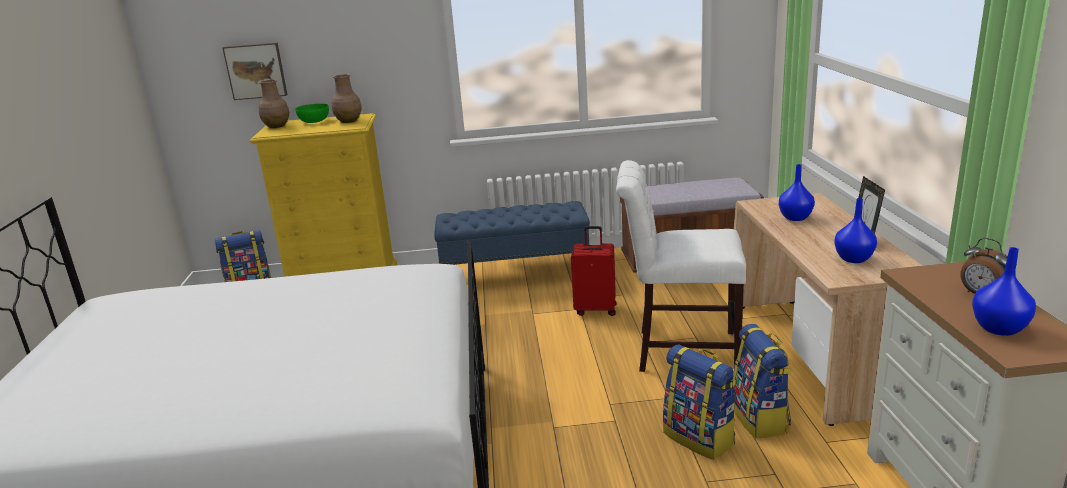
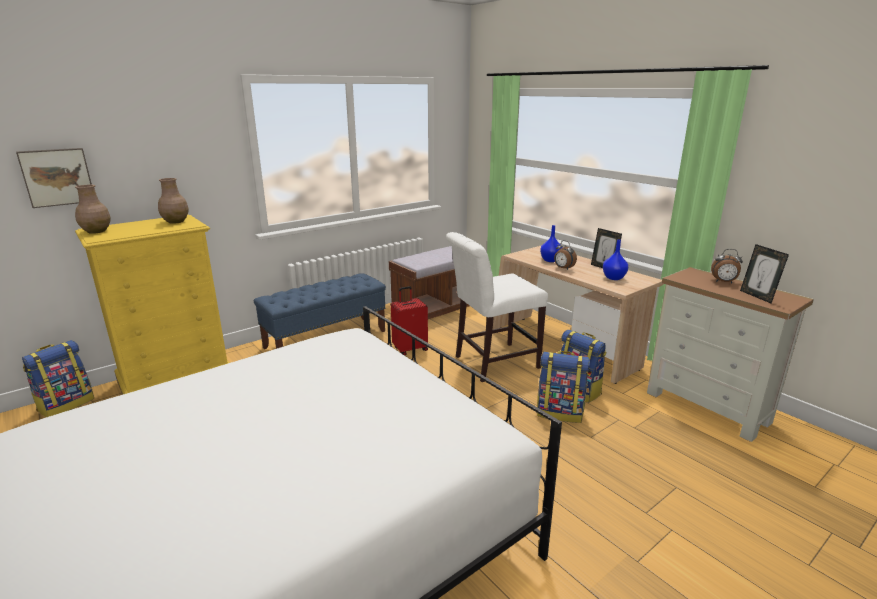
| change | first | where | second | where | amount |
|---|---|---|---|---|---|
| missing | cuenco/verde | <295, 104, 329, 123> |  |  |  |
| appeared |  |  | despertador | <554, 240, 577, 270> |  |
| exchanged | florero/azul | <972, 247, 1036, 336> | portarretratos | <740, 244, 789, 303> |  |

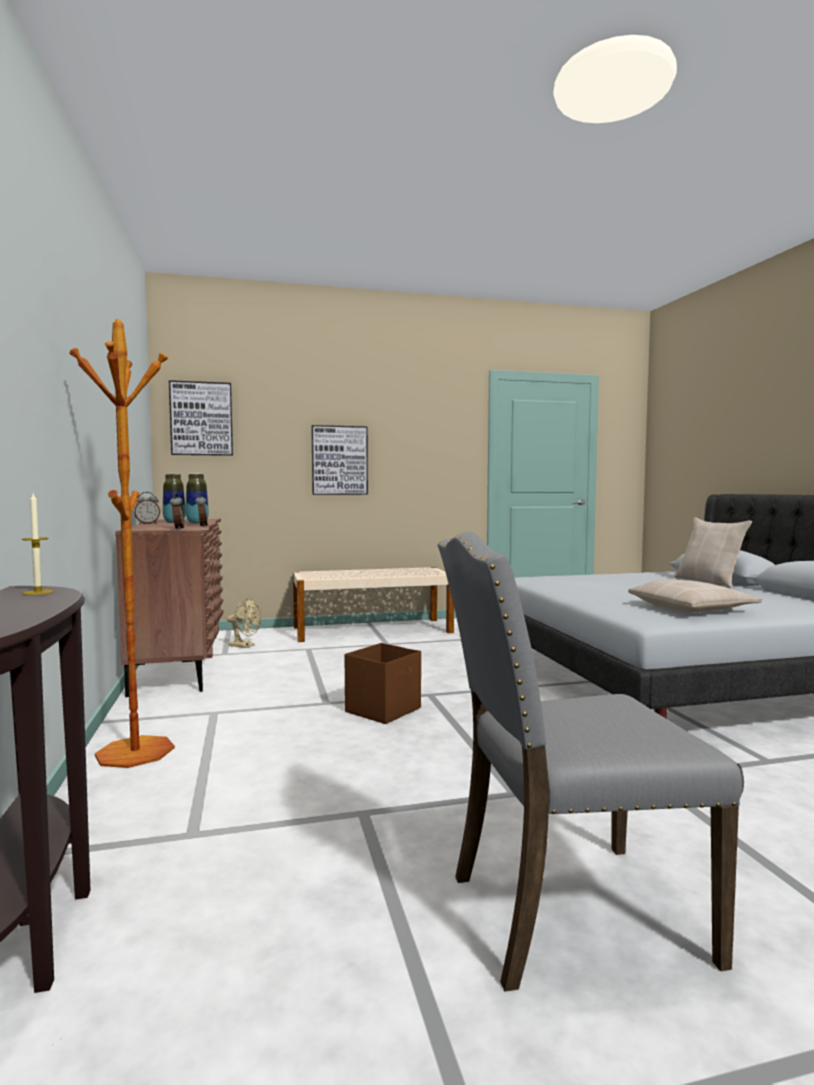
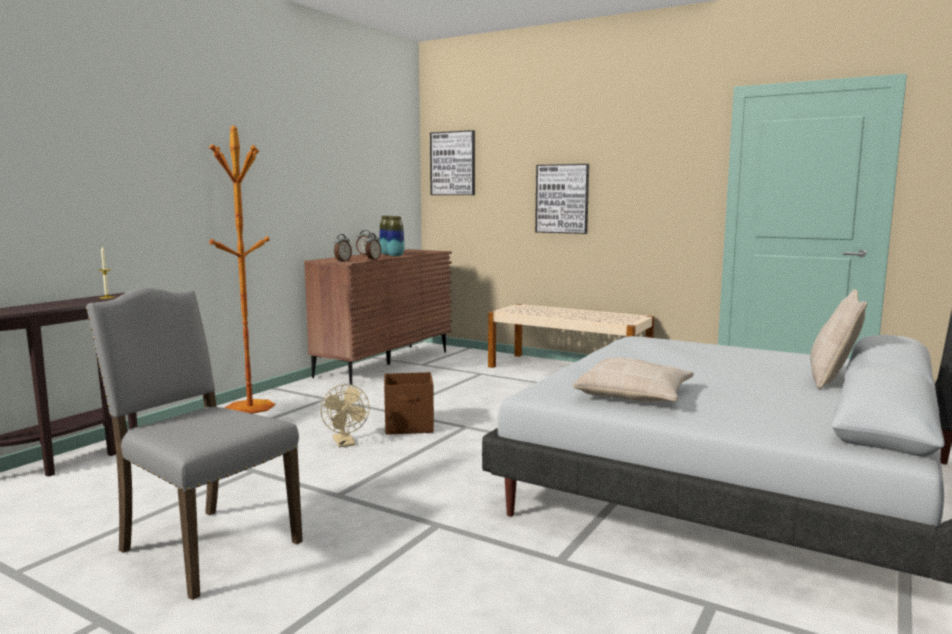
| change | first | where | second | where | amount |
|---|---|---|---|---|---|
| relocated | ventilador/beis | <227, 598, 262, 648> |  | <321, 384, 369, 447> |  |

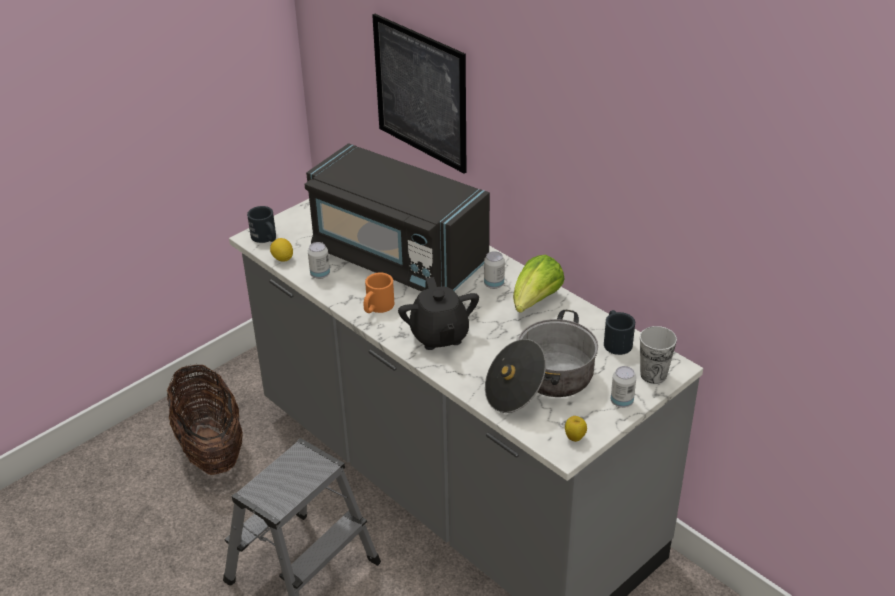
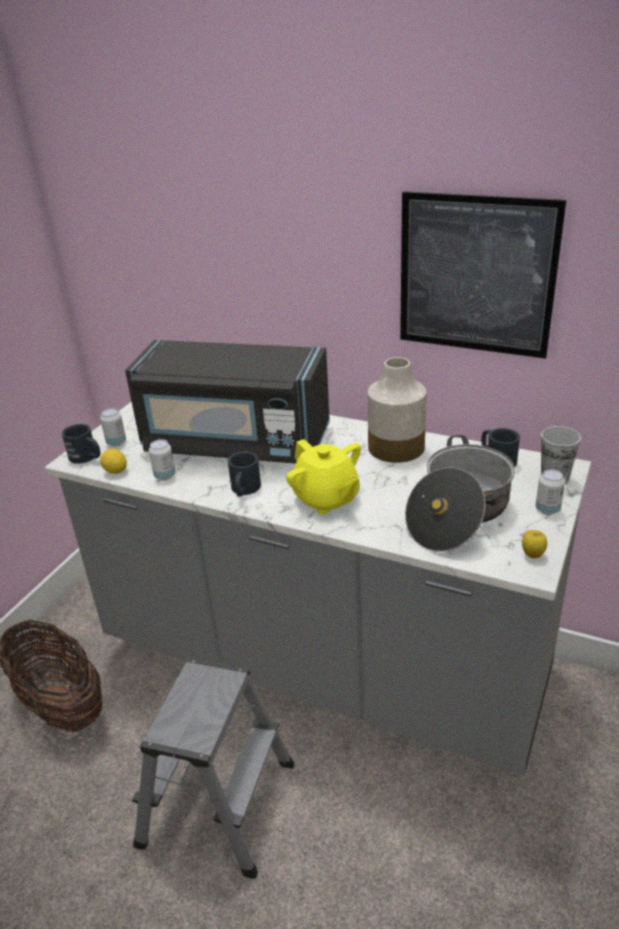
| change | first | where | second | where | amount |
|---|---|---|---|---|---|
| relocated | cuadro | <372, 14, 466, 174> |  | <400, 191, 567, 359> |  |
| relocated | lata | <484, 251, 505, 289> |  | <100, 408, 126, 446> |  |
| exchanged | lechuga | <513, 255, 565, 313> | florero/beis | <367, 357, 427, 463> |  |
| colour | taza grande/naranja | <364, 273, 394, 313> | taza grande/negro | <228, 451, 261, 497> |  |
| colour | tetera/negro | <398, 277, 479, 350> | tetera/amarillo | <286, 439, 361, 515> |  |

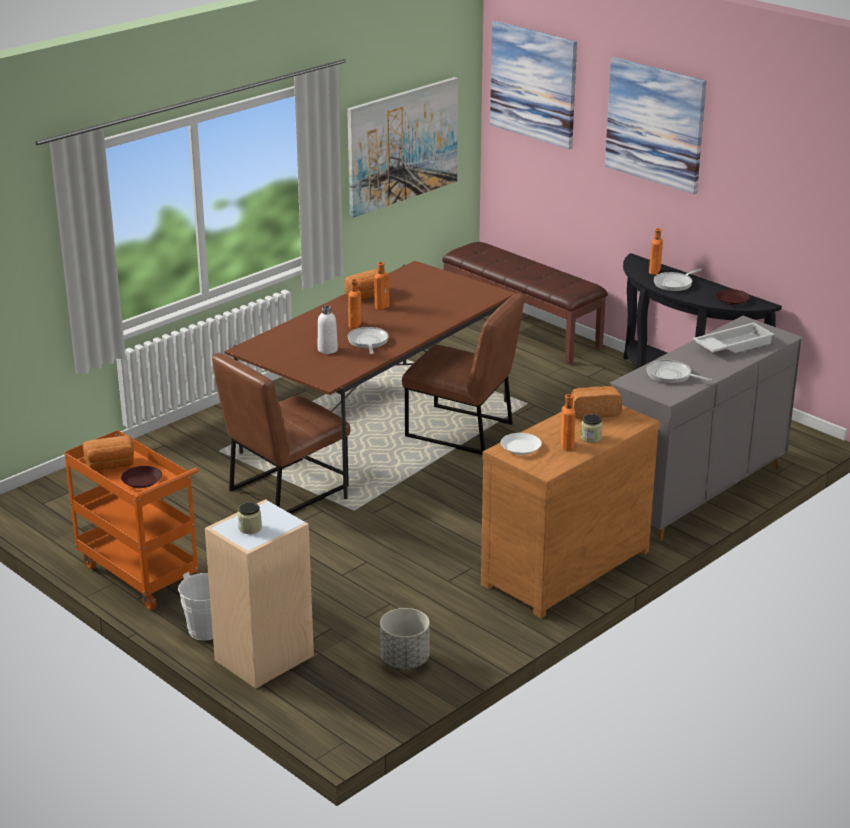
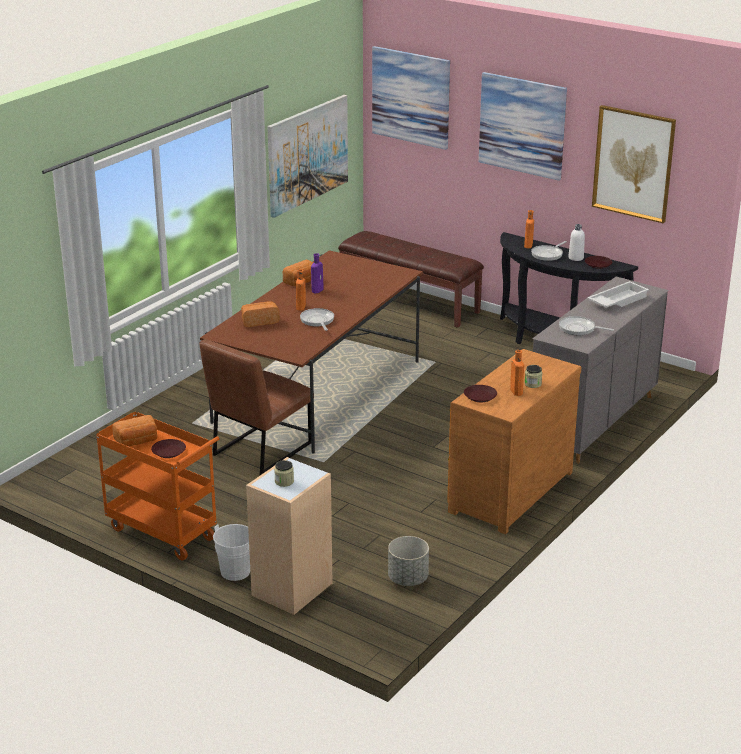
| change | first | where | second | where | amount |
|---|---|---|---|---|---|
| missing | silla/marrón | <402, 293, 525, 455> |  |  |  |
| appeared |  |  | cuadro | <592, 105, 676, 223> |  |
| relocated | botella/blanco | <318, 306, 338, 354> |  | <568, 224, 585, 261> |  |
| relocated | pan | <572, 386, 622, 419> |  | <241, 301, 280, 327> |  |
| colour | botella/naranja | <374, 262, 390, 310> | botella/morado | <311, 253, 324, 293> |  |
| colour | plato/blanco | <501, 433, 542, 455> | plato/marrón | <464, 385, 497, 402> |  |

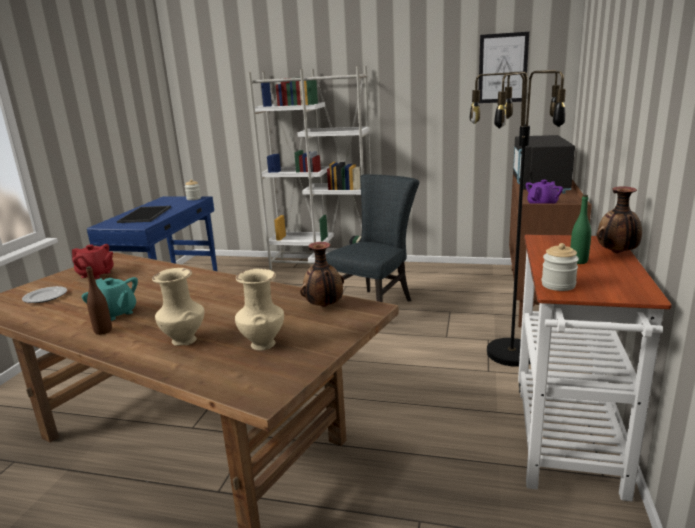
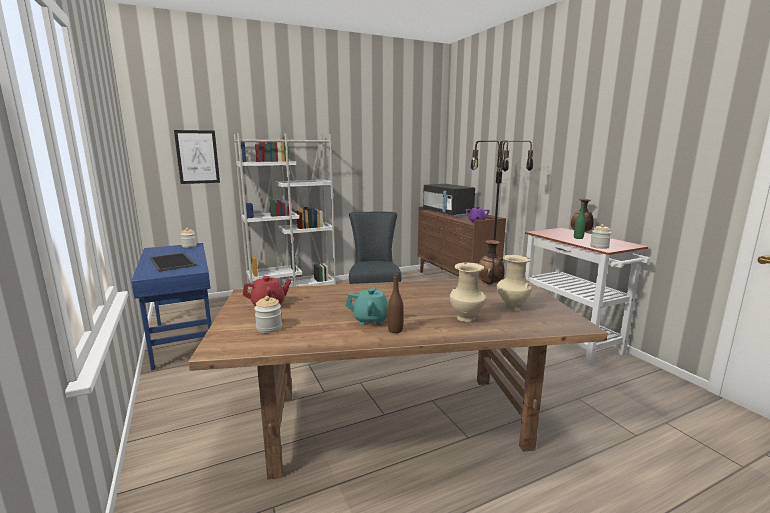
| change | first | where | second | where | amount |
|---|---|---|---|---|---|
| relocated | cuadro | <479, 32, 529, 103> |  | <174, 130, 220, 184> |  |
| exchanged | plato | <22, 286, 67, 303> | tarro | <254, 296, 282, 333> |  |

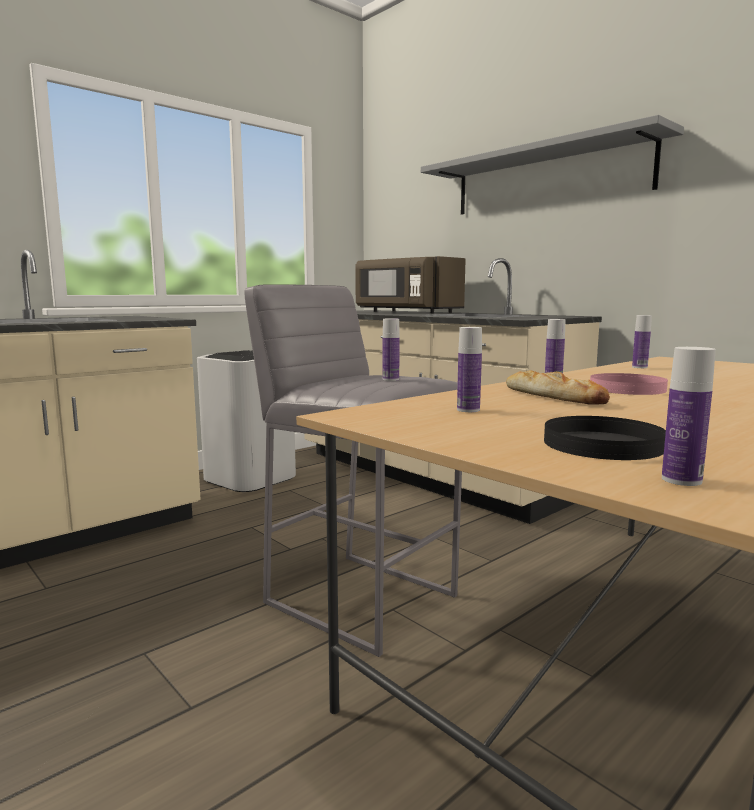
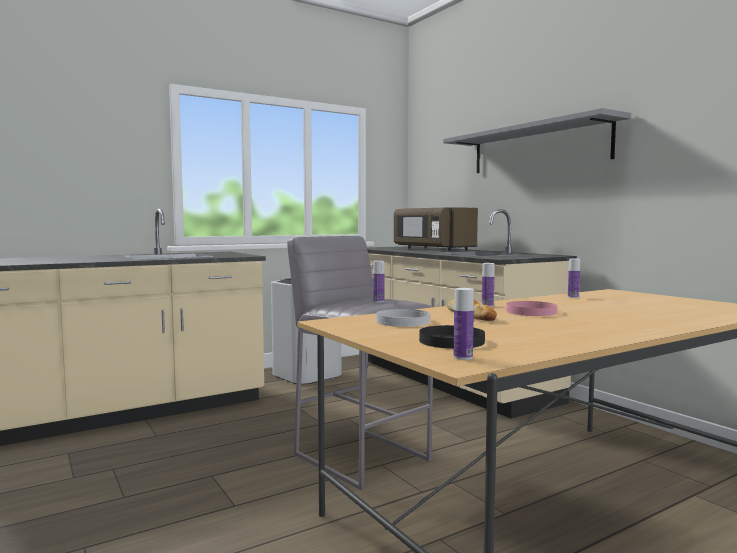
| change | first | where | second | where | amount |
|---|---|---|---|---|---|
| exchanged | botella | <457, 327, 482, 412> | plato/blanco | <376, 309, 430, 327> |  |

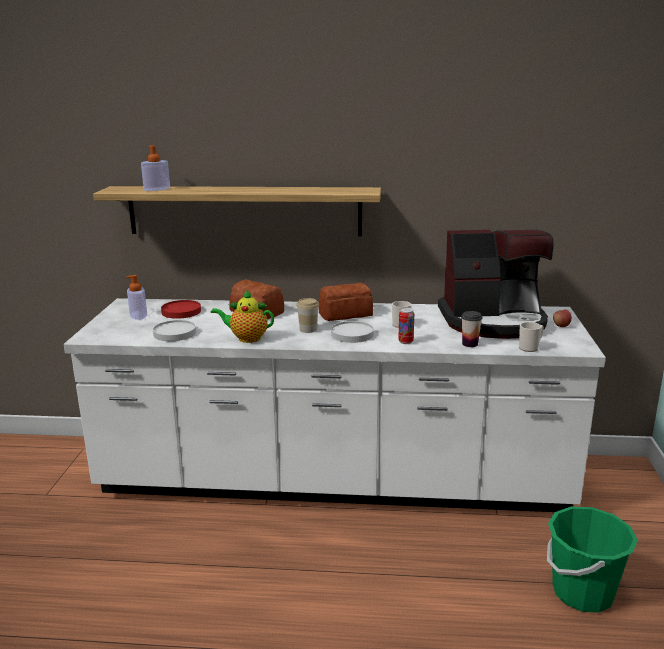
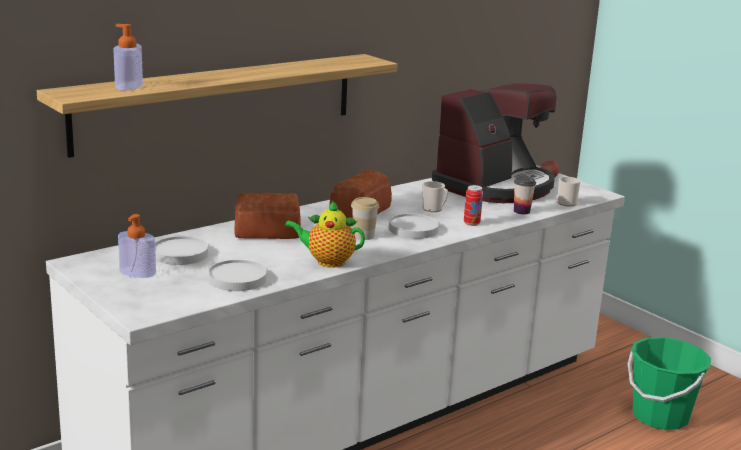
| change | first | where | second | where | amount |
|---|---|---|---|---|---|
| colour | plato/rojo | <161, 300, 201, 319> | plato/blanco | <155, 236, 208, 265> |  |
| spun | tetera | <211, 290, 274, 343> |  | <285, 200, 365, 268> | 45 degrees clockwise |

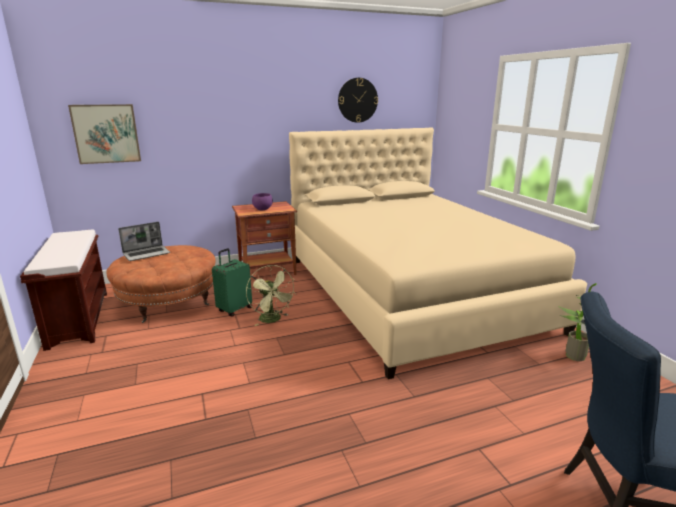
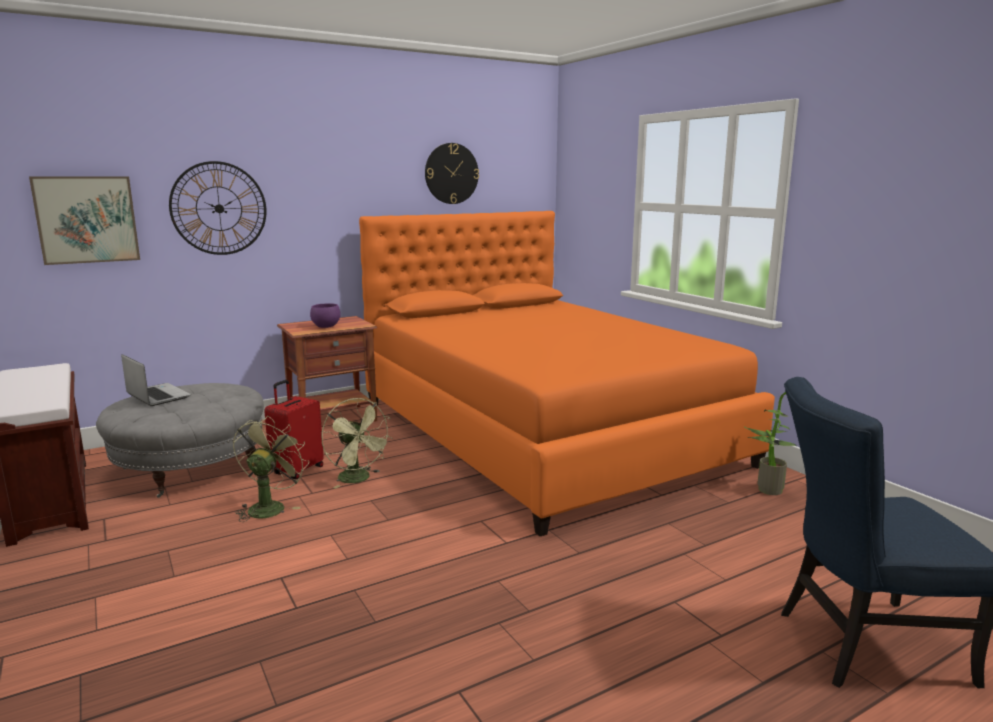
| change | first | where | second | where | amount |
|---|---|---|---|---|---|
| appeared |  |  | reloj de pared | <169, 161, 267, 255> |  |
| appeared |  |  | ventilador/verde | <233, 416, 309, 522> |  |
| colour | puf/marrón | <106, 245, 216, 323> | puf/gris | <96, 383, 264, 498> |  |
| colour | maleta/verde | <212, 249, 252, 317> | maleta/rojo | <264, 380, 324, 479> |  |
| colour | cama/beis | <289, 128, 587, 379> | cama/naranja | <359, 211, 775, 536> |  |
| spun | portátil | <118, 222, 170, 261> |  | <121, 354, 191, 406> | 90 degrees counterclockwise |

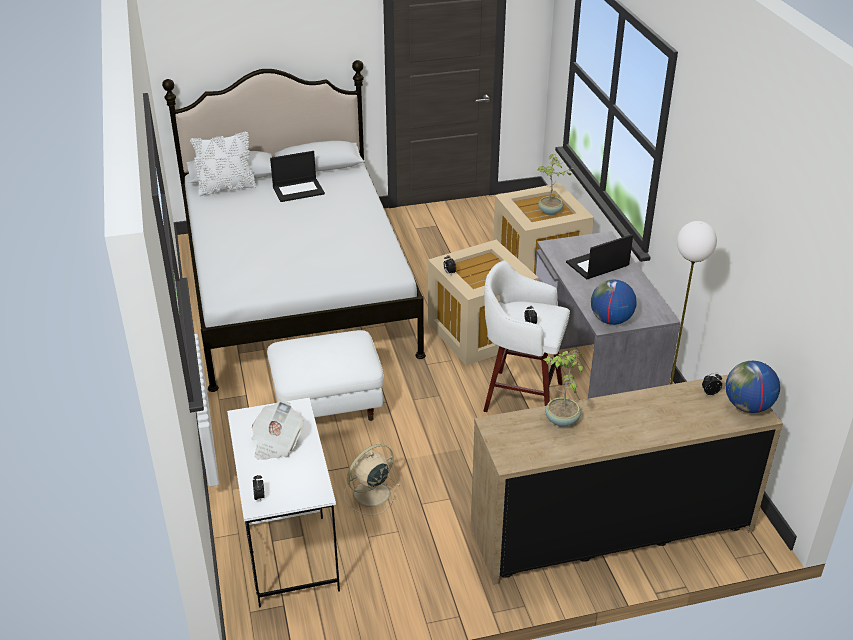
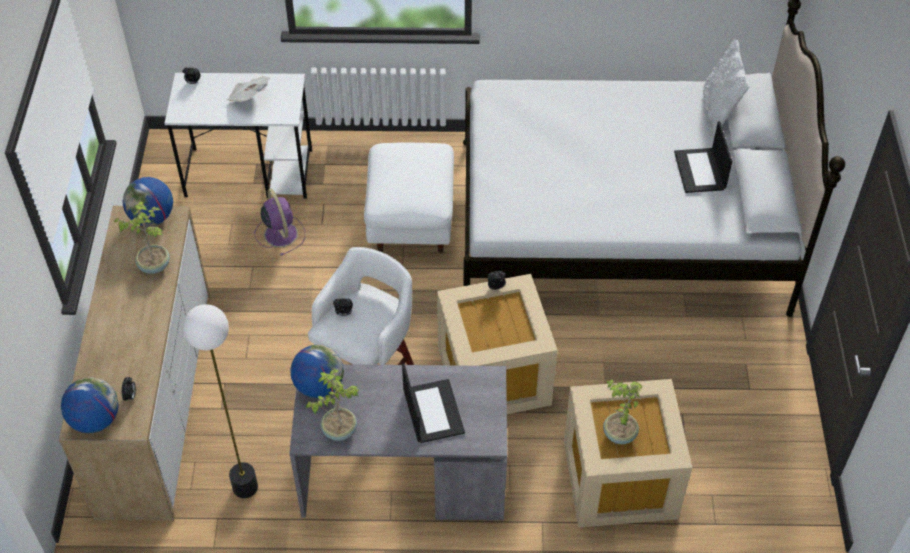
| change | first | where | second | where | amount |
|---|---|---|---|---|---|
| appeared |  |  | globo terráqueo | <123, 177, 173, 226> |  |
| appeared |  |  | planta en maceta | <306, 369, 359, 441> |  |
| colour | ventilador/beis | <344, 444, 400, 515> | ventilador/morado | <255, 189, 305, 256> |  |

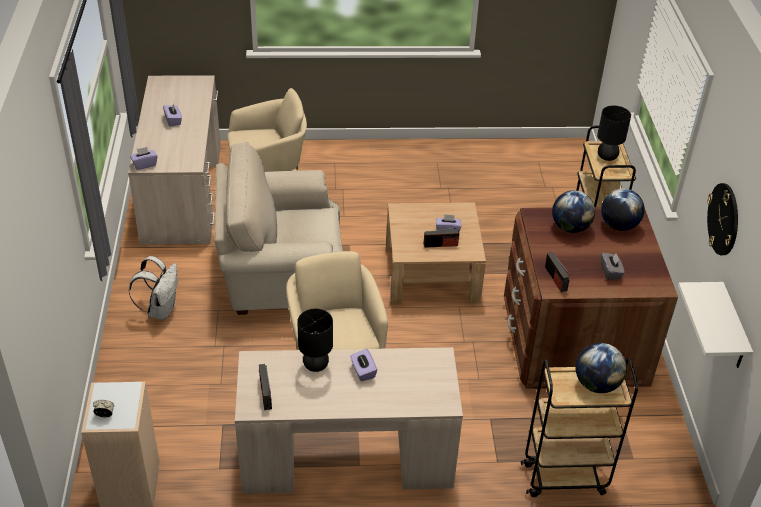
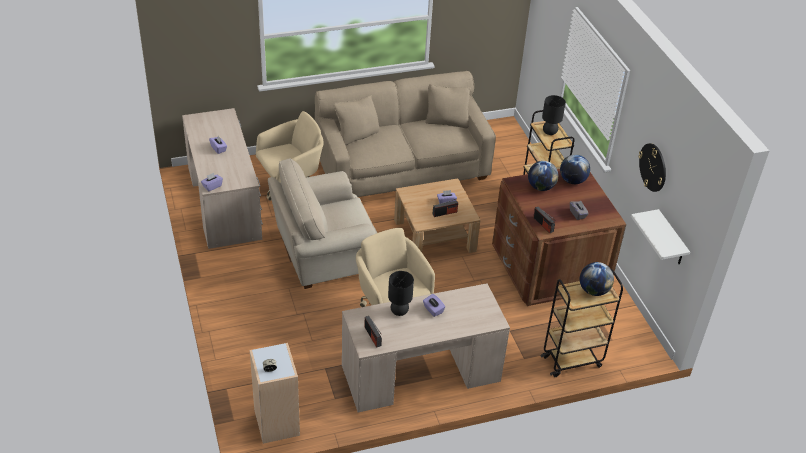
| change | first | where | second | where | amount |
|---|---|---|---|---|---|
| missing | mochila/blanco | <129, 256, 178, 320> |  |  |  |
| appeared |  |  | sofá/beis | <315, 71, 496, 197> |  |

